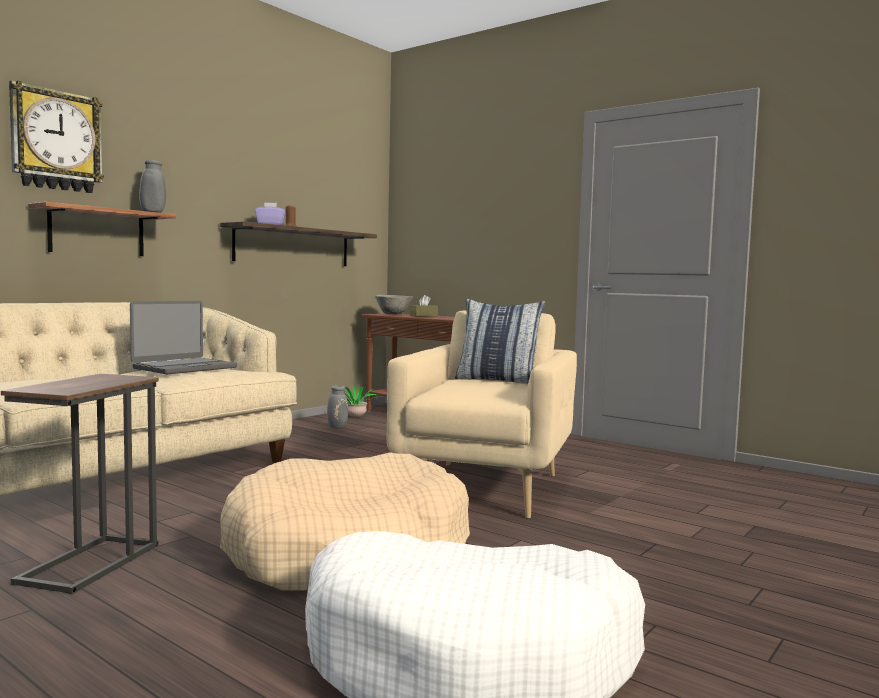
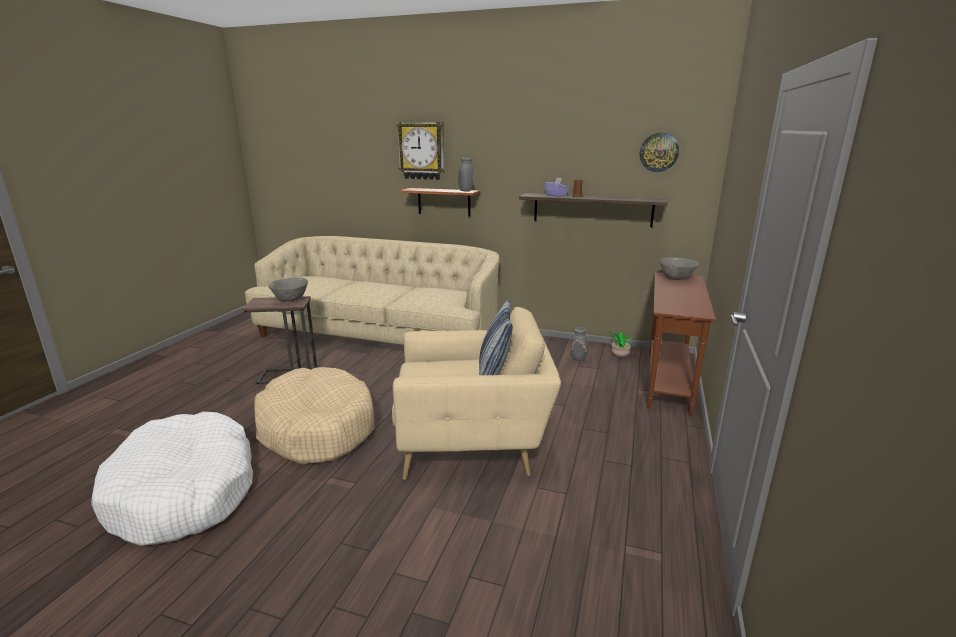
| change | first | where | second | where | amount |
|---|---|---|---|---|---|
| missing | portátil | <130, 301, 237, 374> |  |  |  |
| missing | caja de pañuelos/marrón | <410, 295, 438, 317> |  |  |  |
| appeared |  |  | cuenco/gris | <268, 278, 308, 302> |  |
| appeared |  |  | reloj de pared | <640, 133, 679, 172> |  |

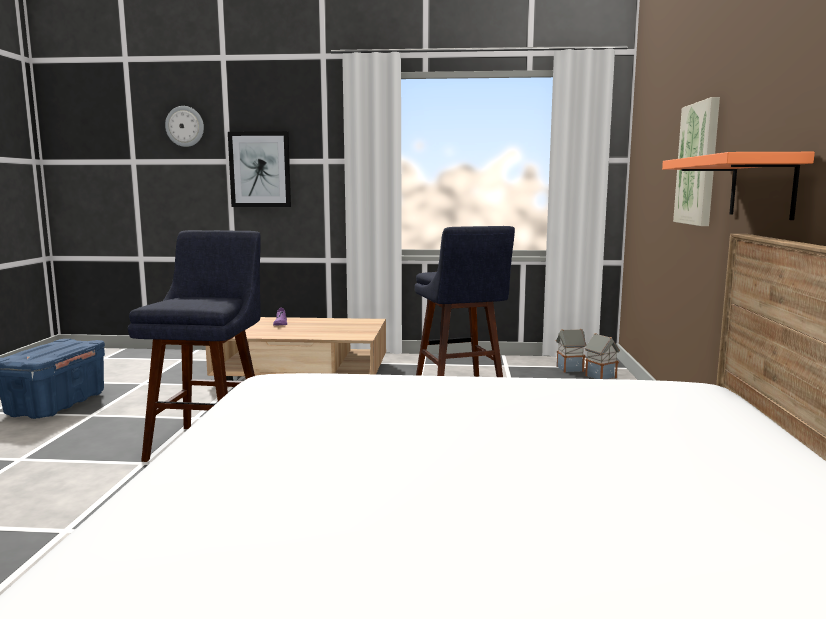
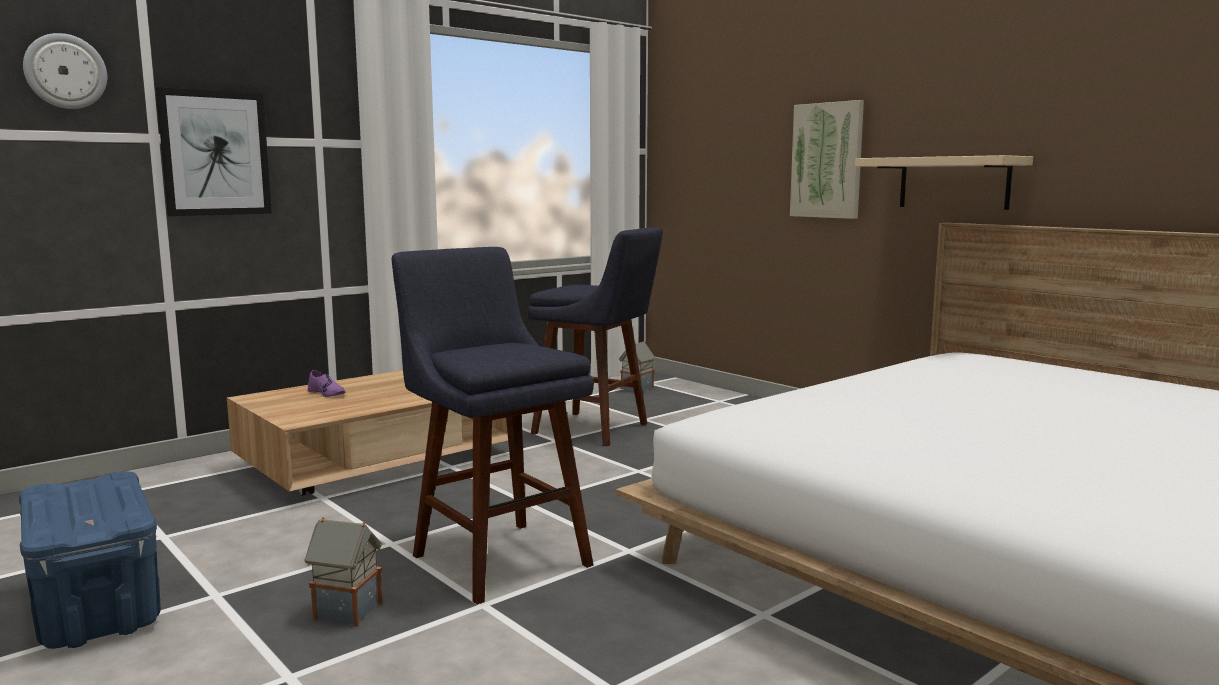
| change | first | where | second | where | amount |
|---|---|---|---|---|---|
| relocated | casita | <585, 333, 620, 379> |  | <304, 517, 383, 627> |  |
| colour | estante/naranja | <662, 152, 815, 220> | estante/beis | <855, 155, 1033, 210> |  |

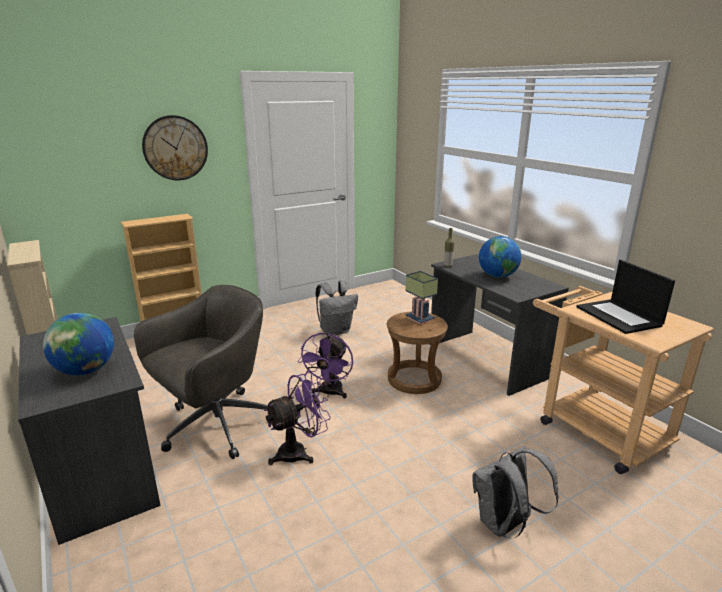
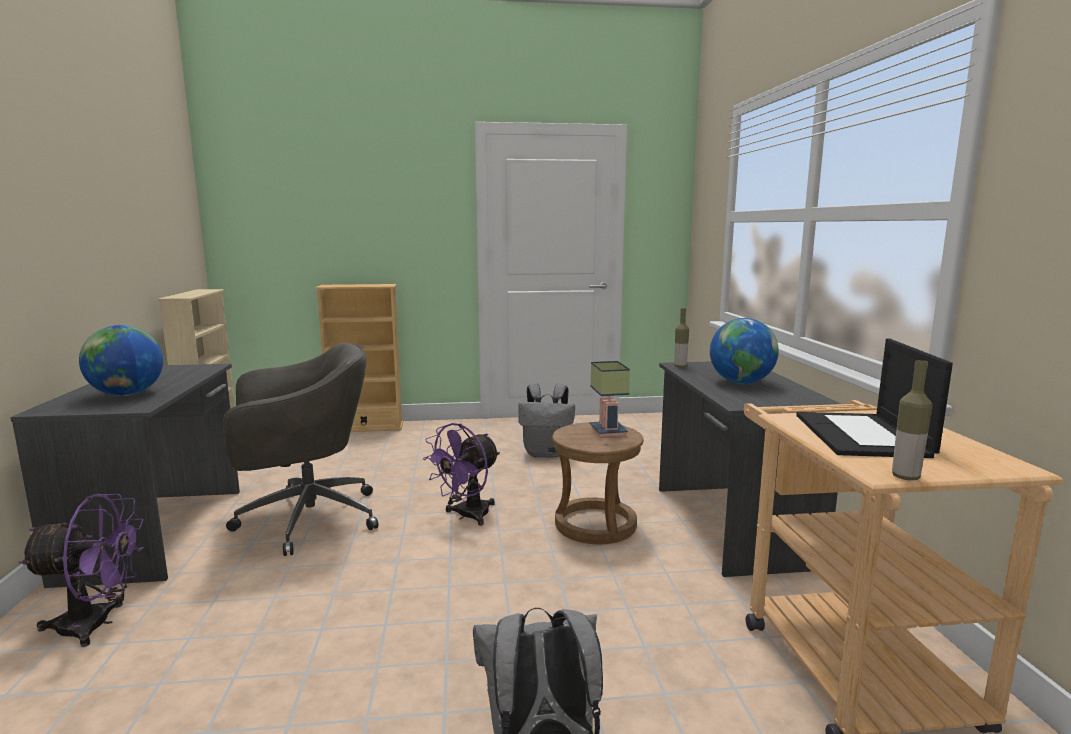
| change | first | where | second | where | amount |
|---|---|---|---|---|---|
| missing | reloj de pared | <142, 115, 208, 180> |  |  |  |
| appeared |  |  | botella | <892, 360, 933, 480> |  |
| relocated | ventilador/morado | <264, 372, 331, 465> |  | <18, 494, 144, 647> |  |

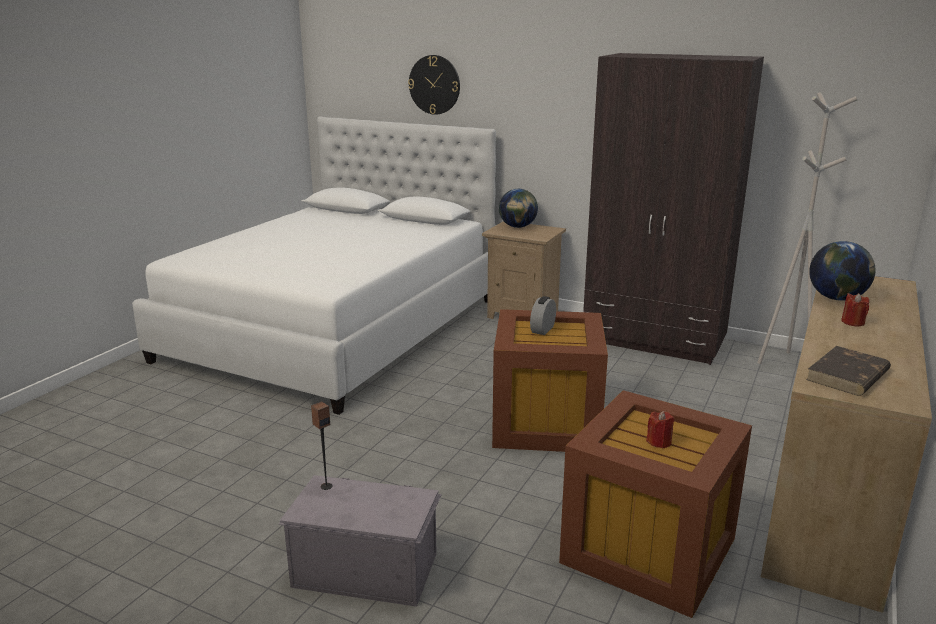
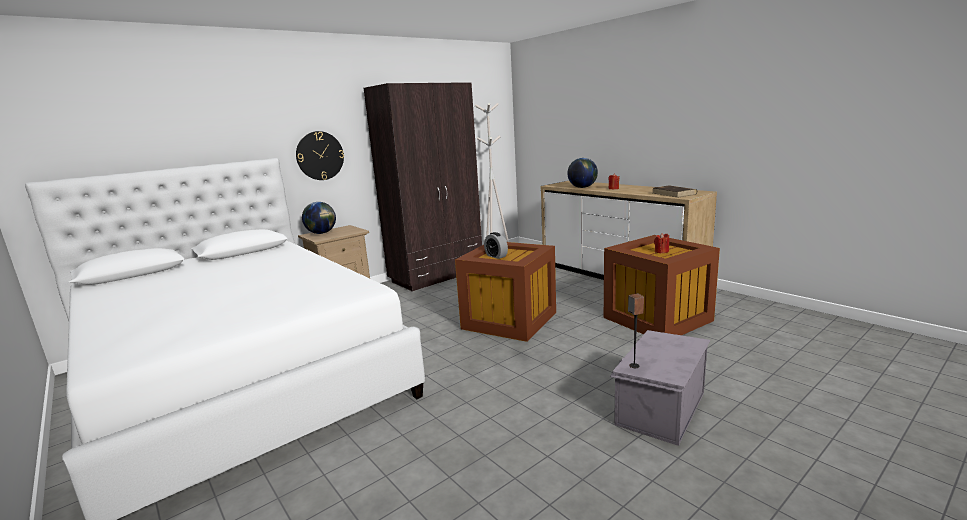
| change | first | where | second | where | amount |
|---|---|---|---|---|---|
| relocated | reloj de pared | <408, 55, 460, 115> |  | <296, 131, 344, 180> |  |

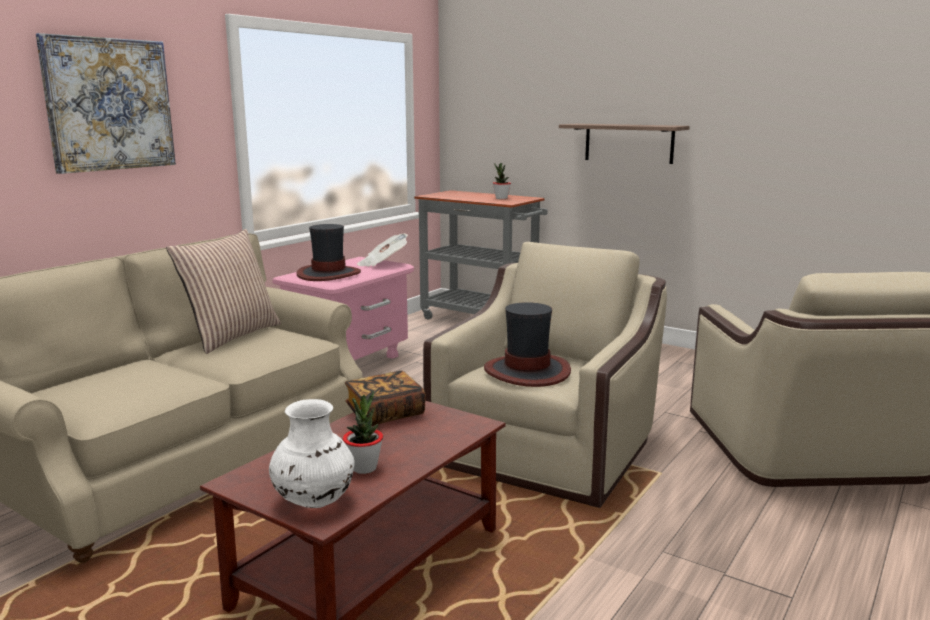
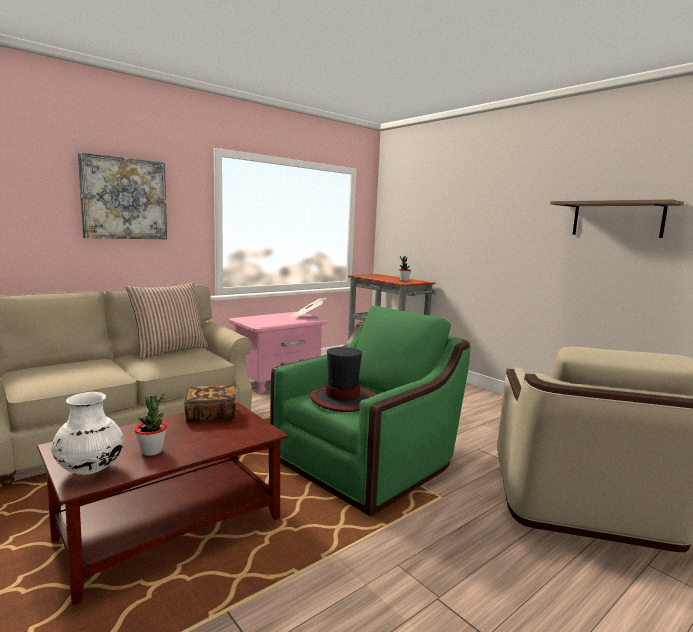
| change | first | where | second | where | amount |
|---|---|---|---|---|---|
| missing | sombrero | <296, 224, 361, 281> |  |  |  |
| relocated | estante | <559, 124, 690, 164> |  | <550, 199, 684, 238> |  |
| colour | sillón/beis | <423, 242, 667, 508> | sillón/verde | <270, 305, 471, 517> |  |

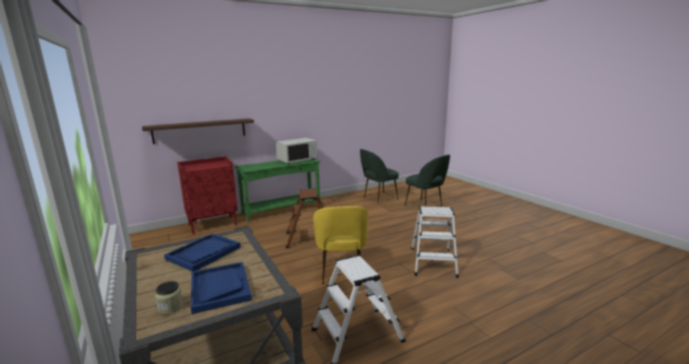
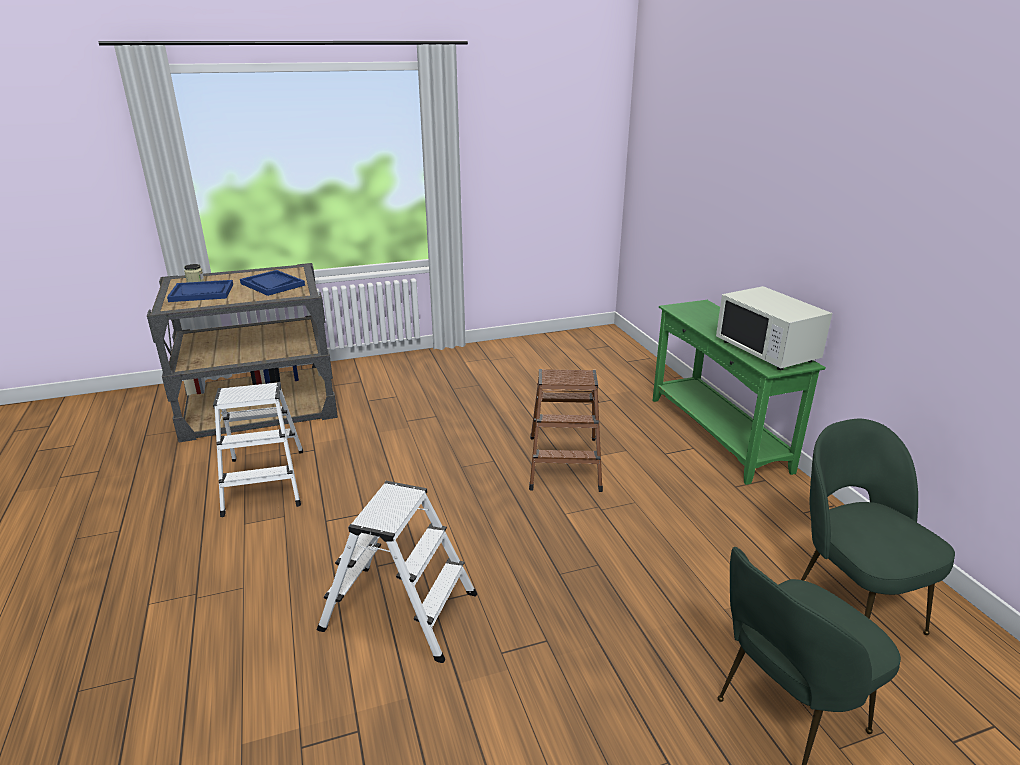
| change | first | where | second | where | amount |
|---|---|---|---|---|---|
| missing | estante | <142, 118, 254, 144> |  |  |  |
| missing | armario/rojo | <177, 156, 238, 234> |  |  |  |
| missing | silla/amarillo | <313, 206, 369, 284> |  |  |  |

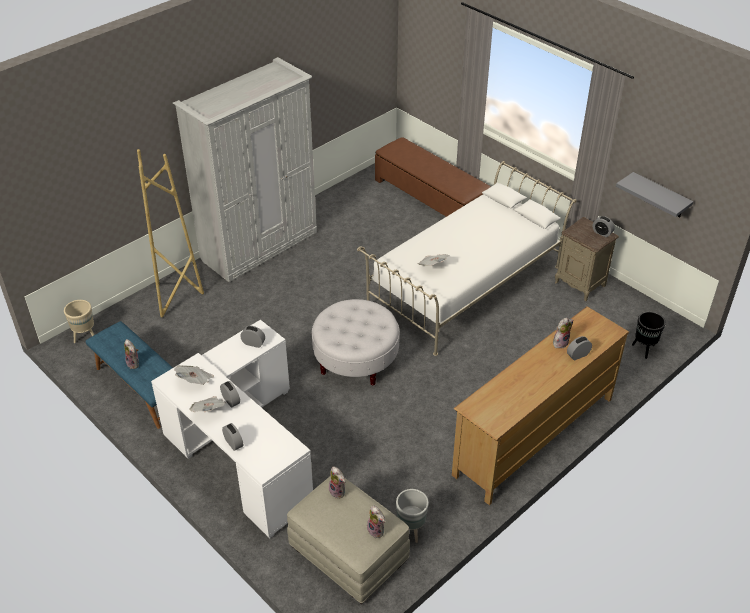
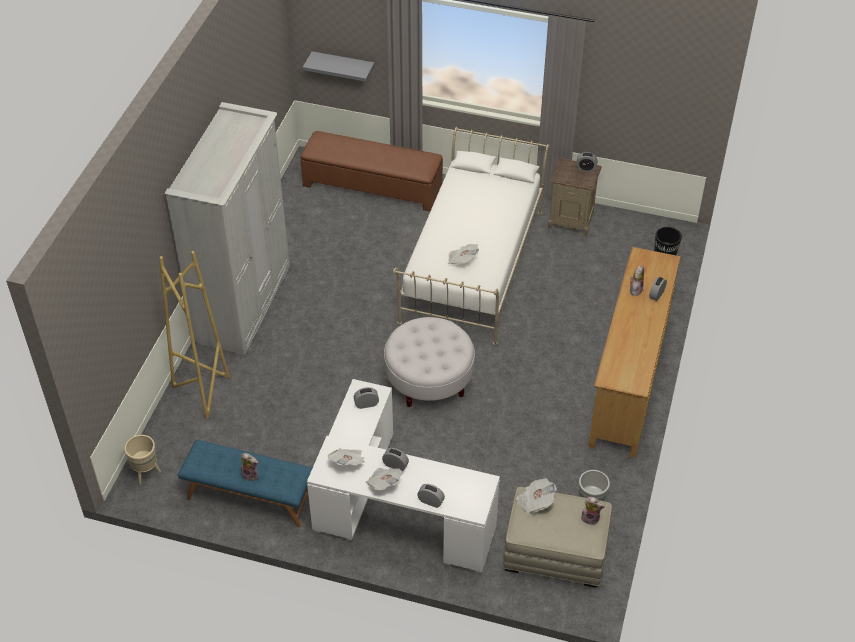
| change | first | where | second | where | amount |
|---|---|---|---|---|---|
| relocated | estante/gris | <616, 172, 693, 218> |  | <303, 51, 374, 82> |  |
| exchanged | peluche | <329, 467, 345, 499> | periódico | <516, 478, 557, 514> |  |

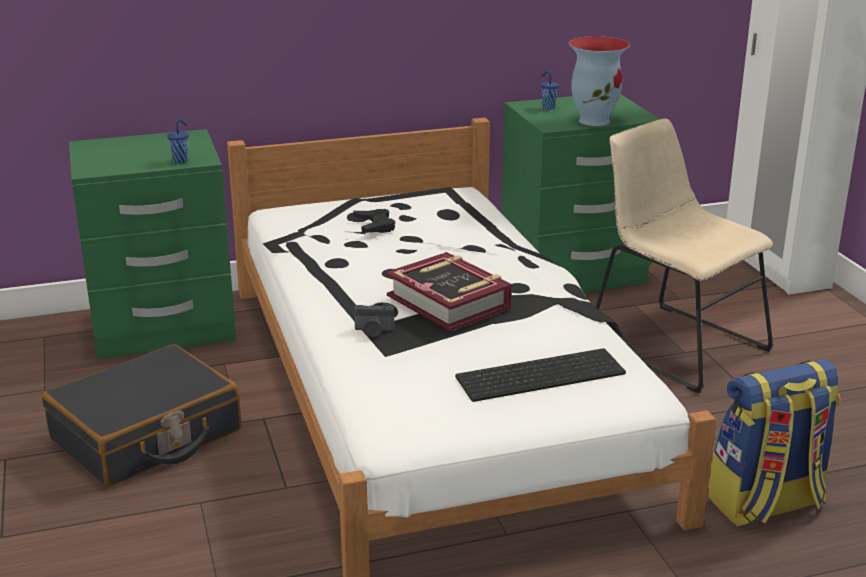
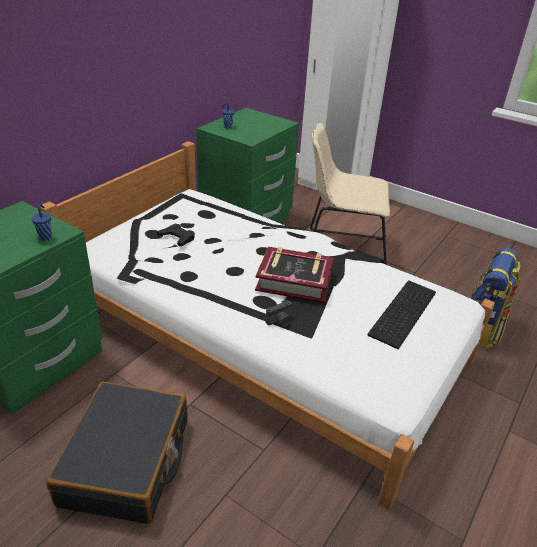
| change | first | where | second | where | amount |
|---|---|---|---|---|---|
| missing | florero | <569, 36, 630, 126> |  |  |  |

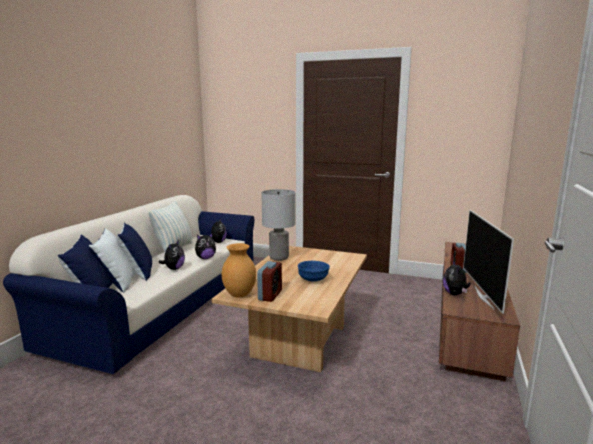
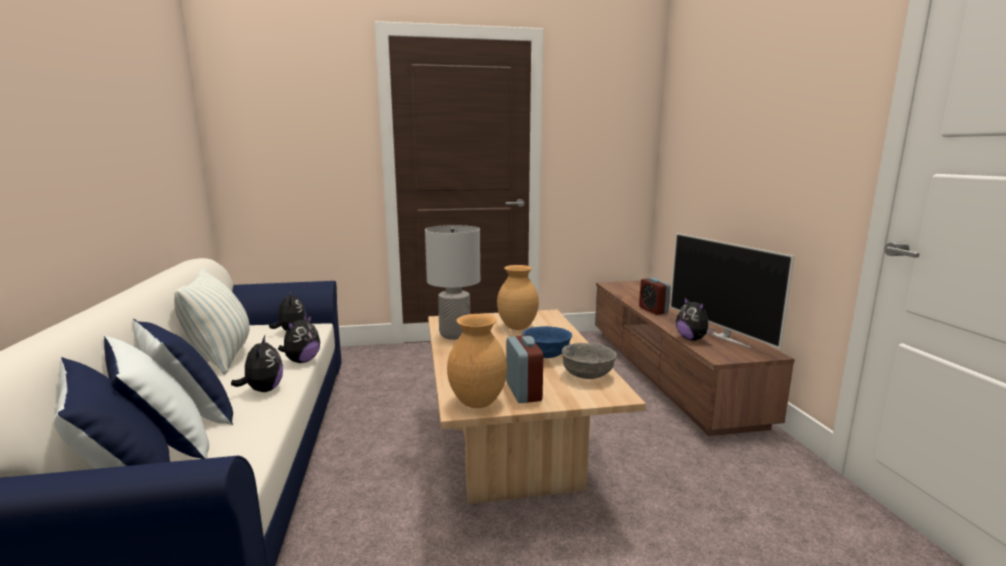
| change | first | where | second | where | amount |
|---|---|---|---|---|---|
| appeared |  |  | florero/marrón | <497, 265, 539, 330> |  |
| appeared |  |  | cuenco/gris | <562, 343, 617, 379> |  |

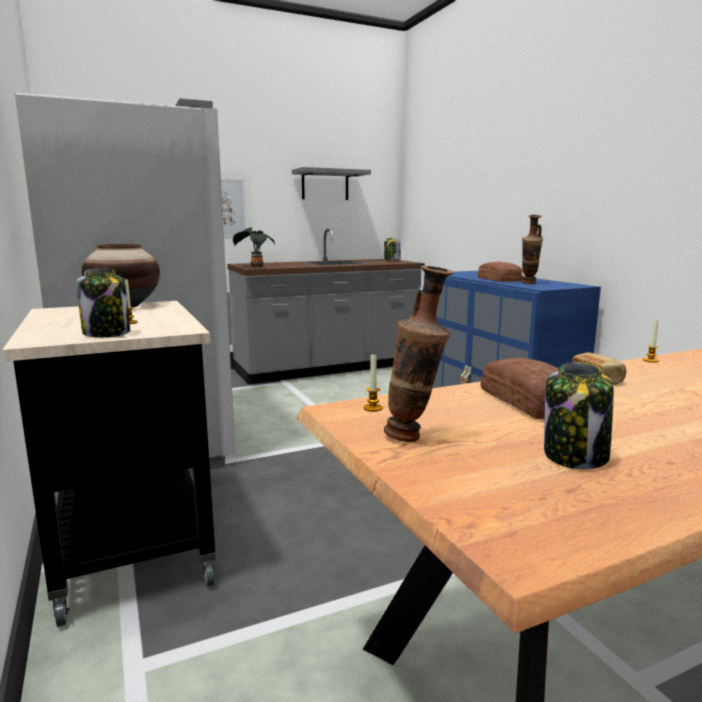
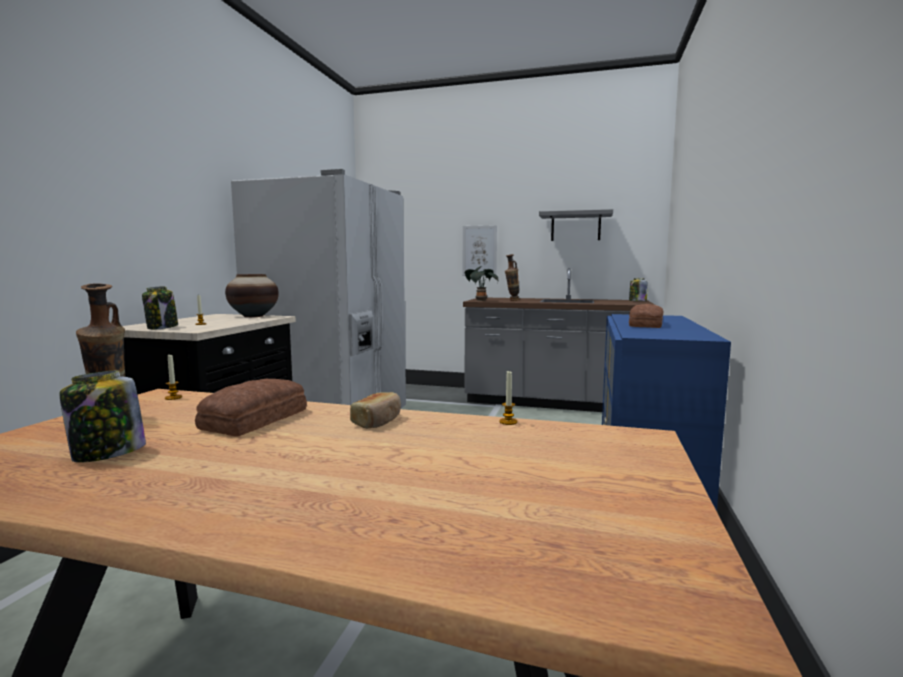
| change | first | where | second | where | amount |
|---|---|---|---|---|---|
| relocated | florero | <522, 215, 543, 284> |  | <505, 254, 519, 301> |  |

